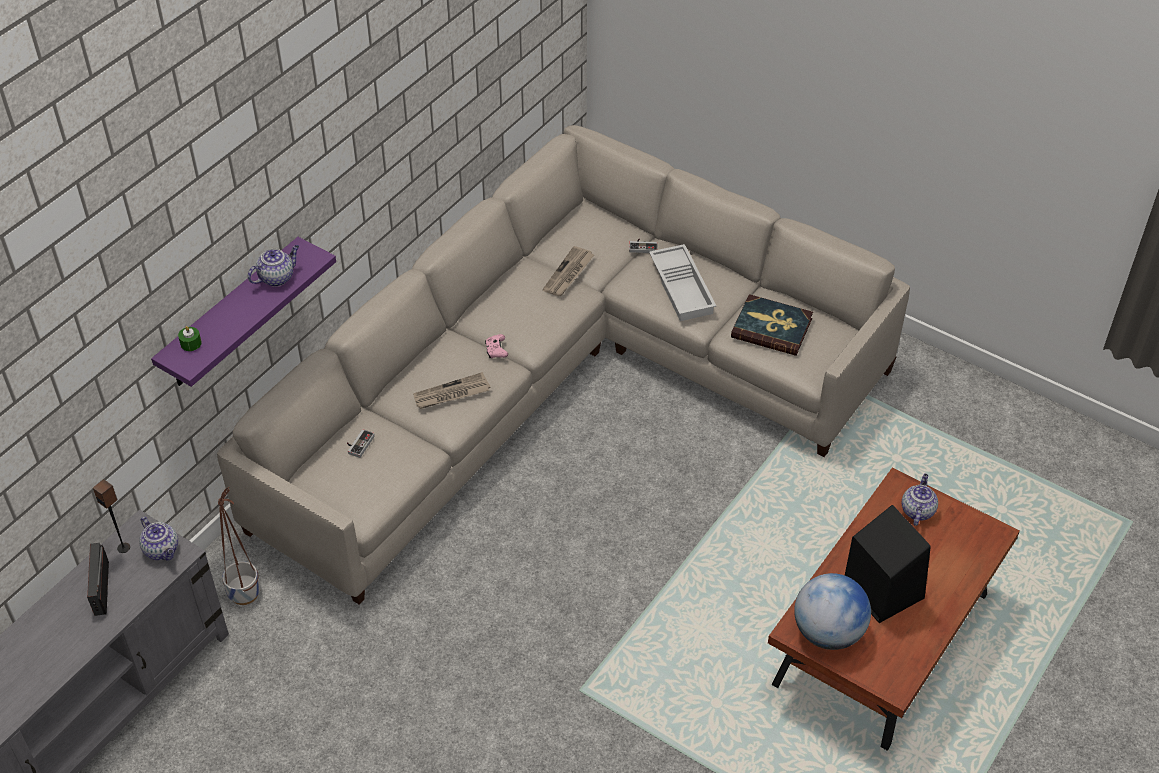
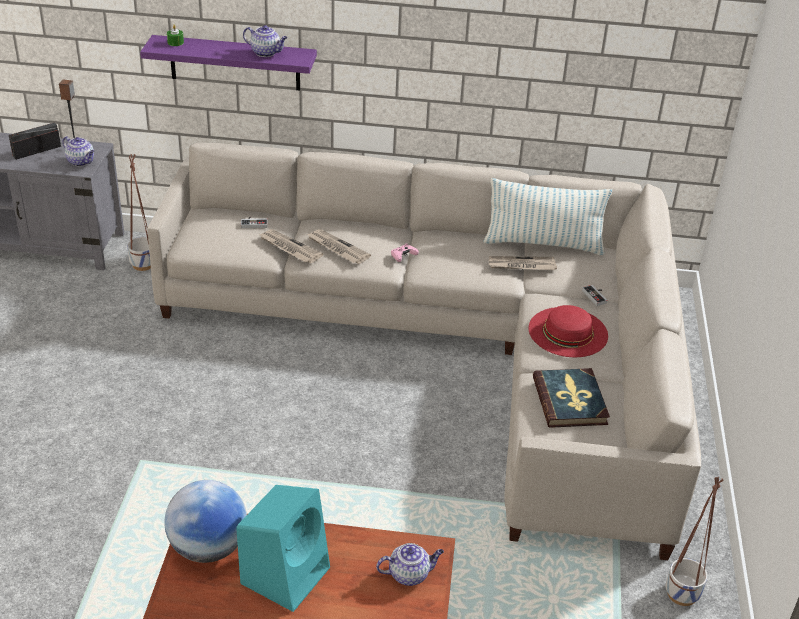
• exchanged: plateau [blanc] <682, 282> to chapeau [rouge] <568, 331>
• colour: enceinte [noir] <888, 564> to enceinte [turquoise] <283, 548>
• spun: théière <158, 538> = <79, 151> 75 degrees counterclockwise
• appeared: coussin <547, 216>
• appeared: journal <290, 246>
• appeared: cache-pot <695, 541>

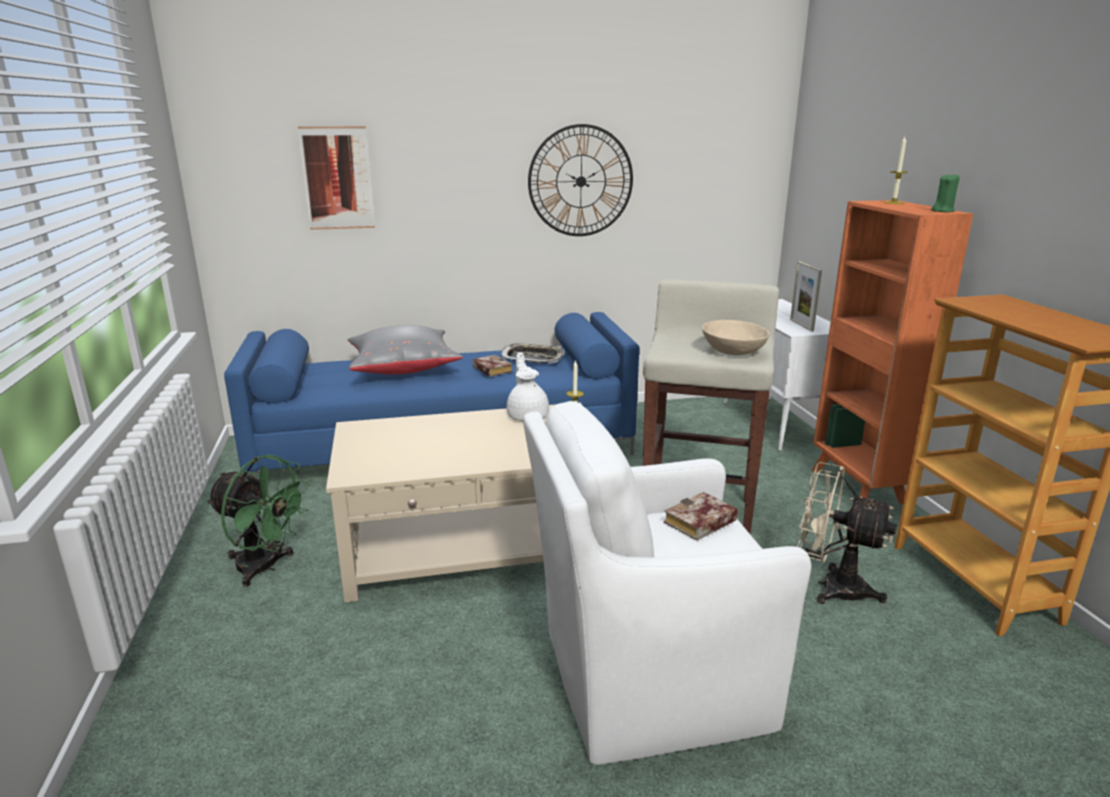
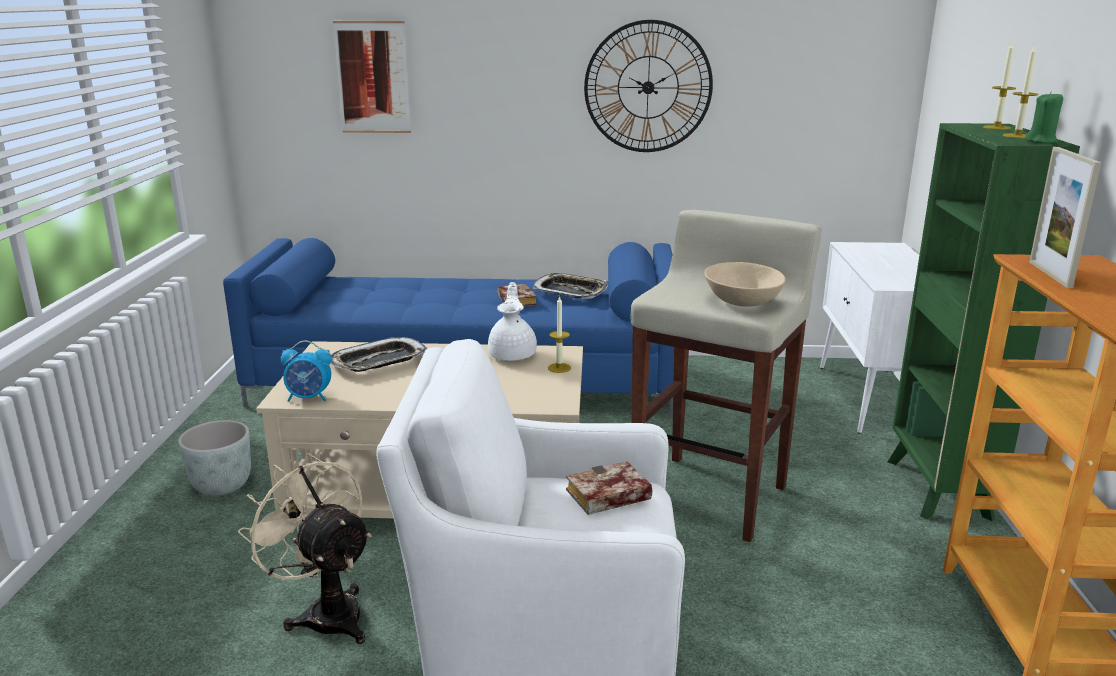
• colour: bibliothèque [orange] <892, 352> to bibliothèque [vert] <983, 322>
• relocated: cadre photo <806, 296> to <1065, 217>
• missing: coussin [gris] <405, 349>
• exchanged: ventilateur [vert] <258, 521> to cache-pot [gris] <214, 458>
• relocated: ventilateur [beige] <847, 533> to <305, 548>
• appeared: bougie <1021, 91>
• appeared: plateau <379, 354>
• appeared: réveil <306, 371>

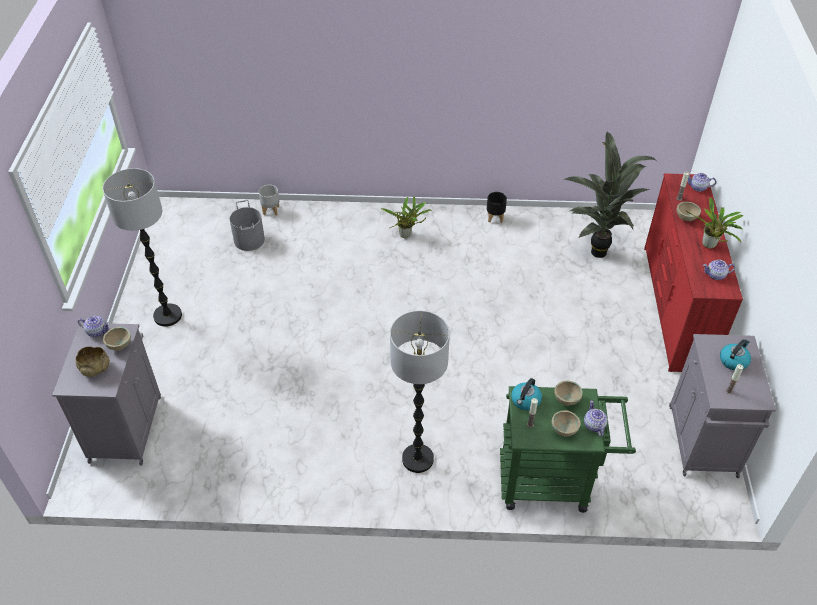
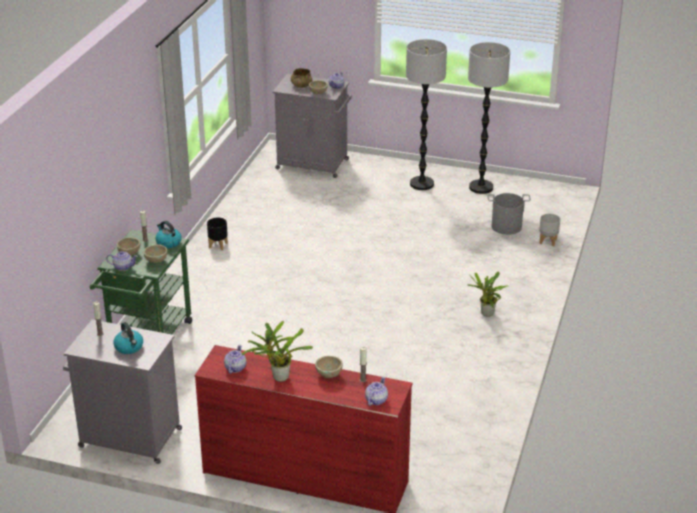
• missing: plante en pot <610, 195>
• relocated: cache-pot [noir] <497, 207> to <217, 233>
• relocated: lampadaire <420, 392> to <489, 118>

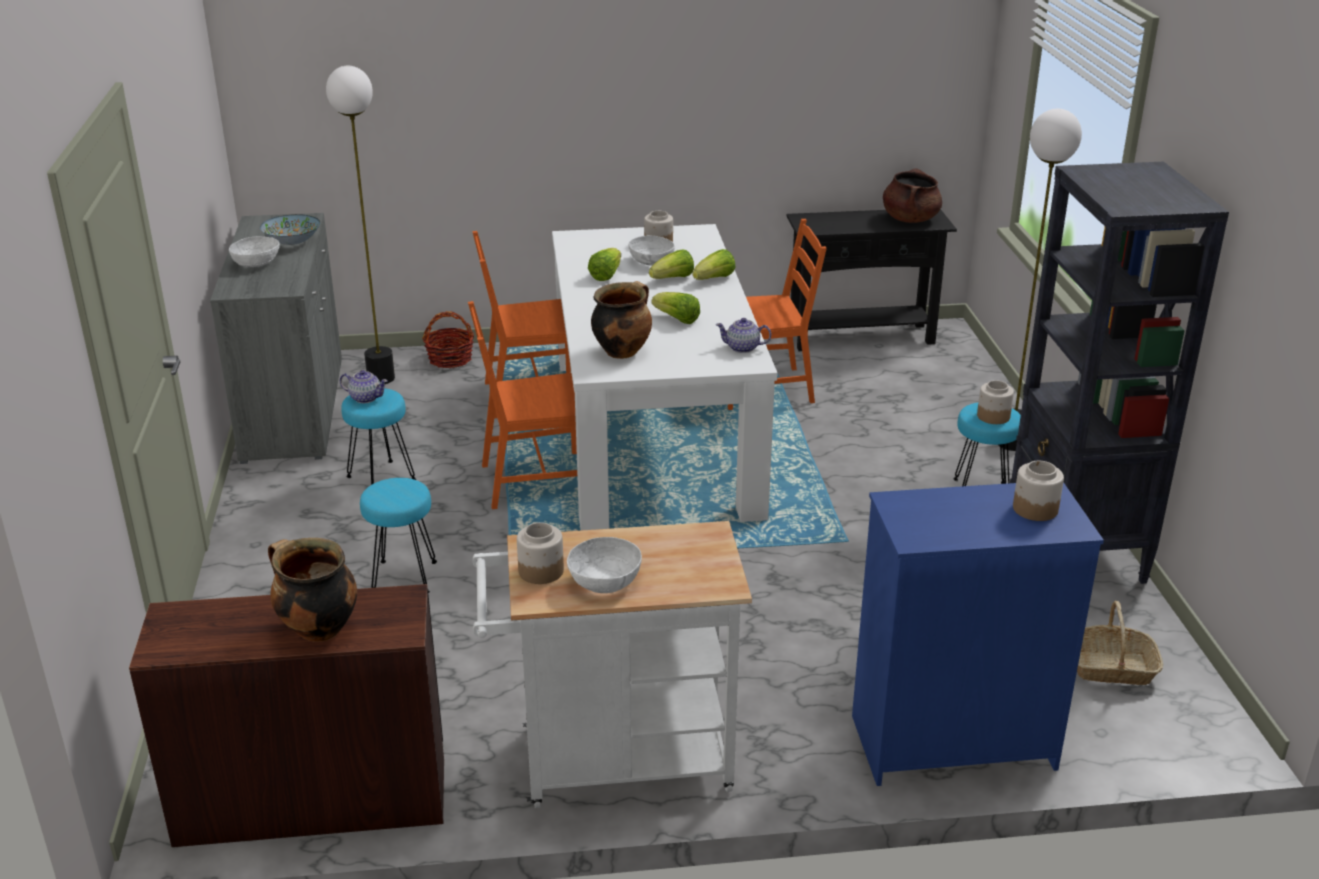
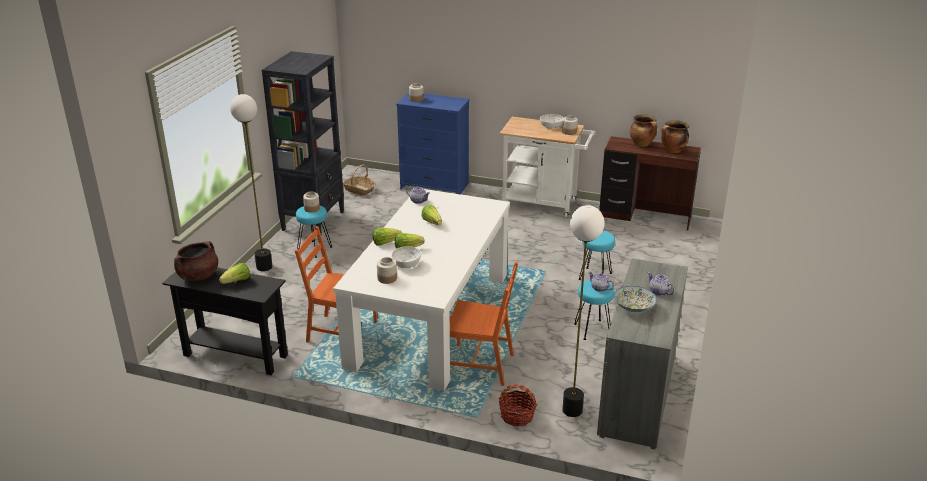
• exchanged: bol [blanc] <254, 251> to théière <661, 284>
• relocated: laitue <604, 264> to <234, 273>
• relocated: marmite <621, 320> to <675, 136>
• missing: chaise [orange] <522, 405>

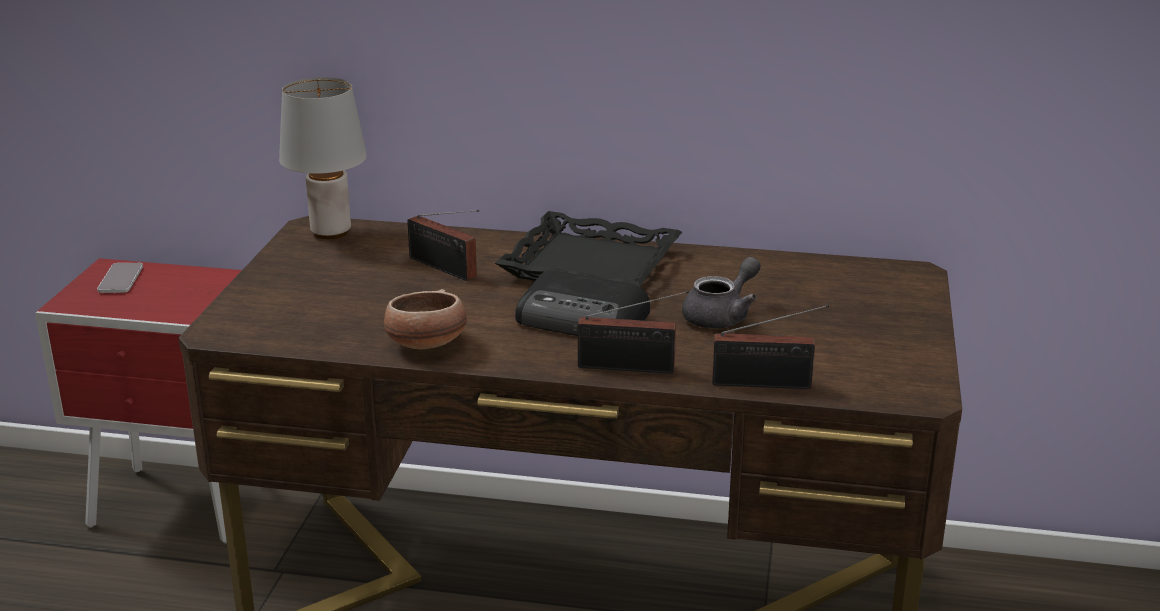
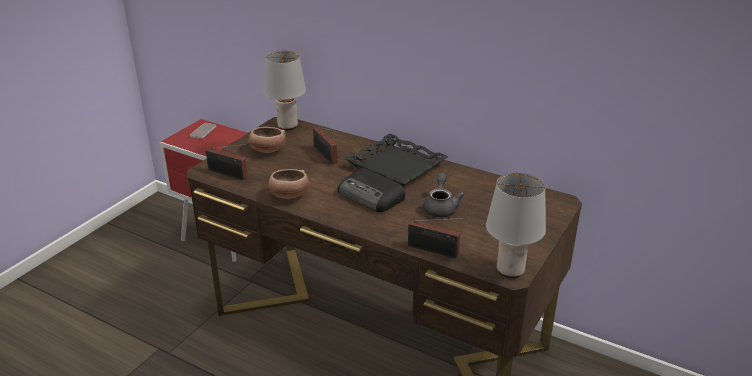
• spun: théière [gris] <721, 293> = <444, 195> 60 degrees counterclockwise
• relocated: radio <633, 332> to <227, 162>
• appeared: bol <267, 140>
• appeared: lampe de table [gris] <516, 225>

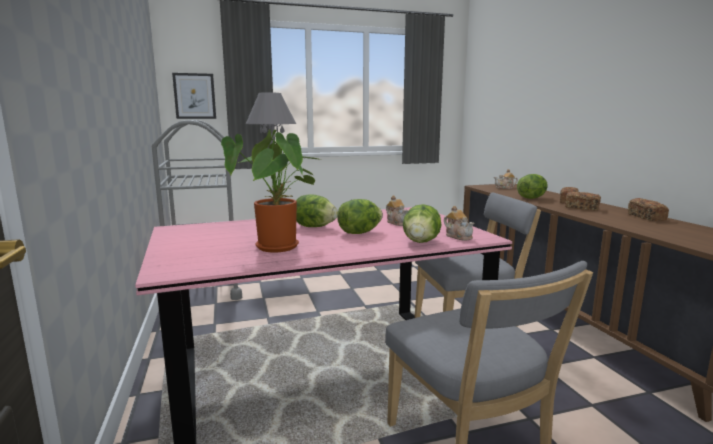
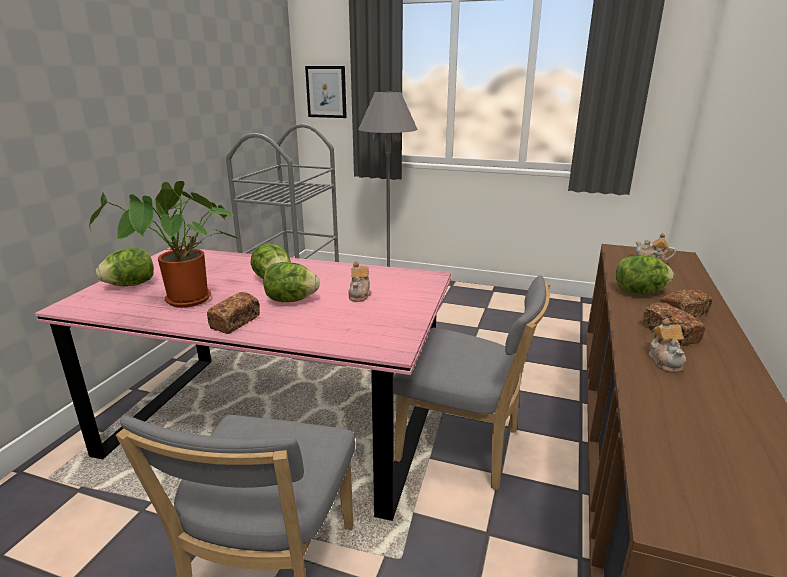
• relocated: pain <648, 209> to <233, 313>
• relocated: laitue <422, 223> to <125, 267>
• relocated: théière <459, 223> to <667, 345>

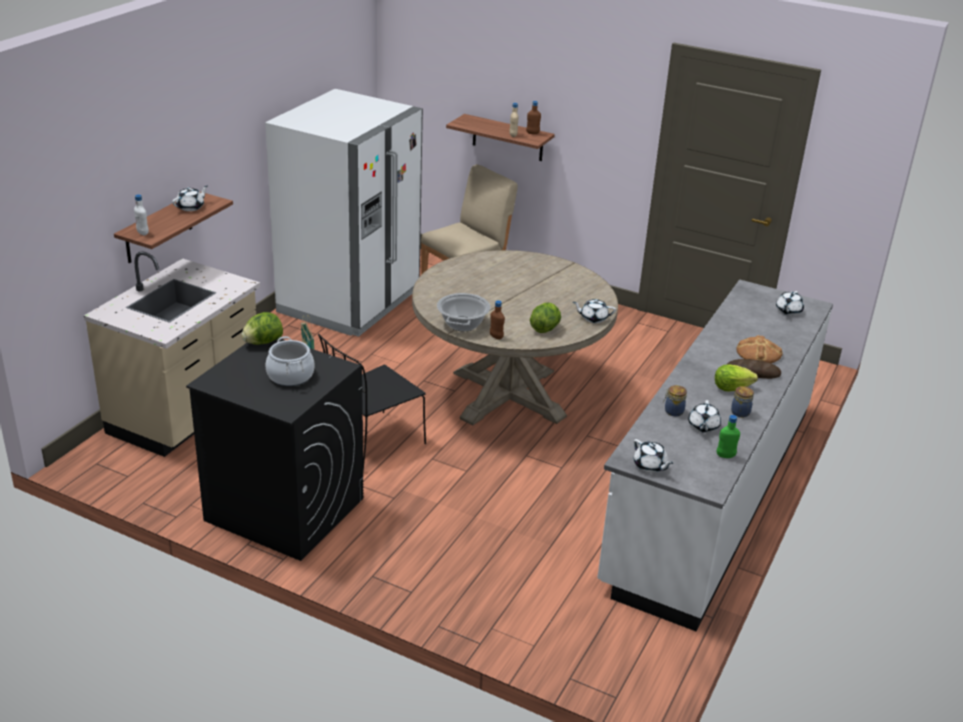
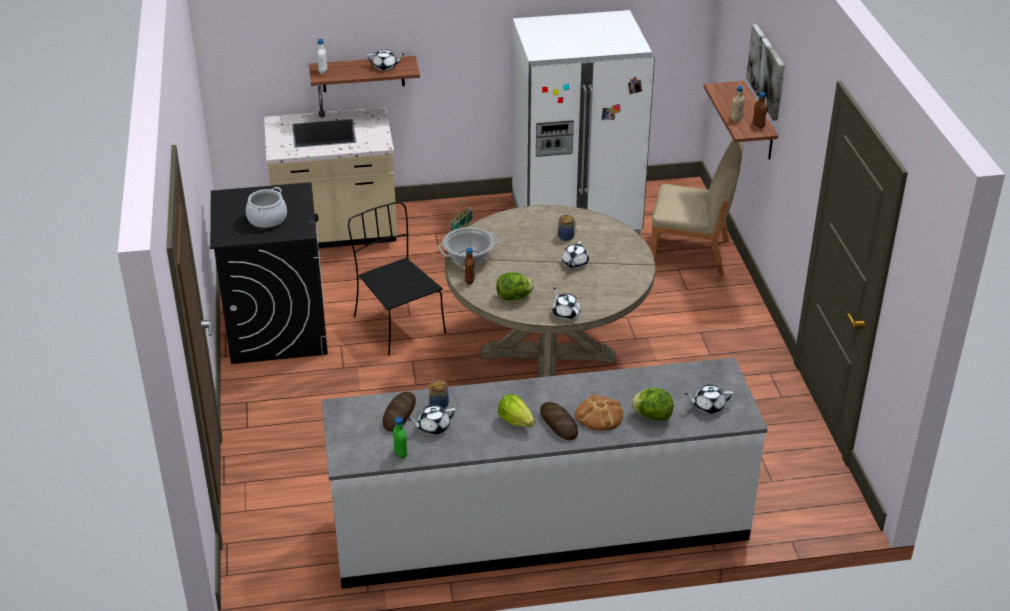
• relocated: laitue <262, 328> to <652, 404>
• spun: chaise [noir] <372, 402> = <397, 279> 45 degrees clockwise
• relocated: bocal <742, 401> to <567, 228>
• relocated: théière [blanc] <653, 456> to <575, 254>
• appeared: tableau <765, 72>
• appeared: pain <399, 412>

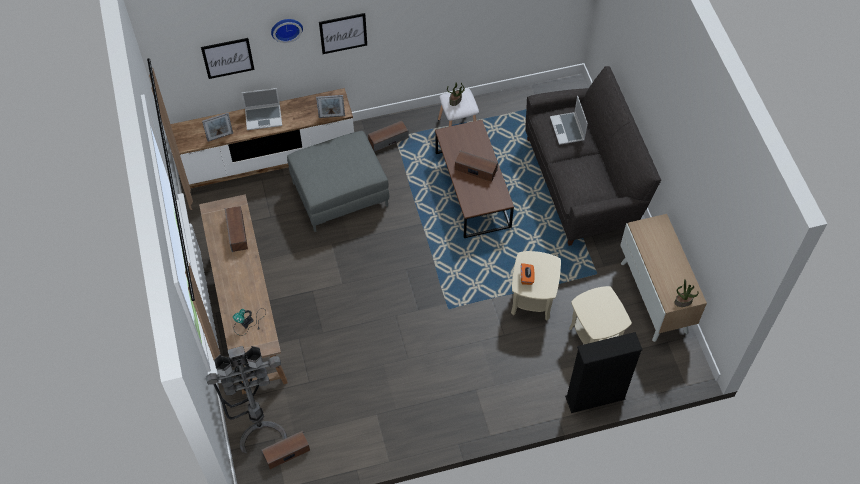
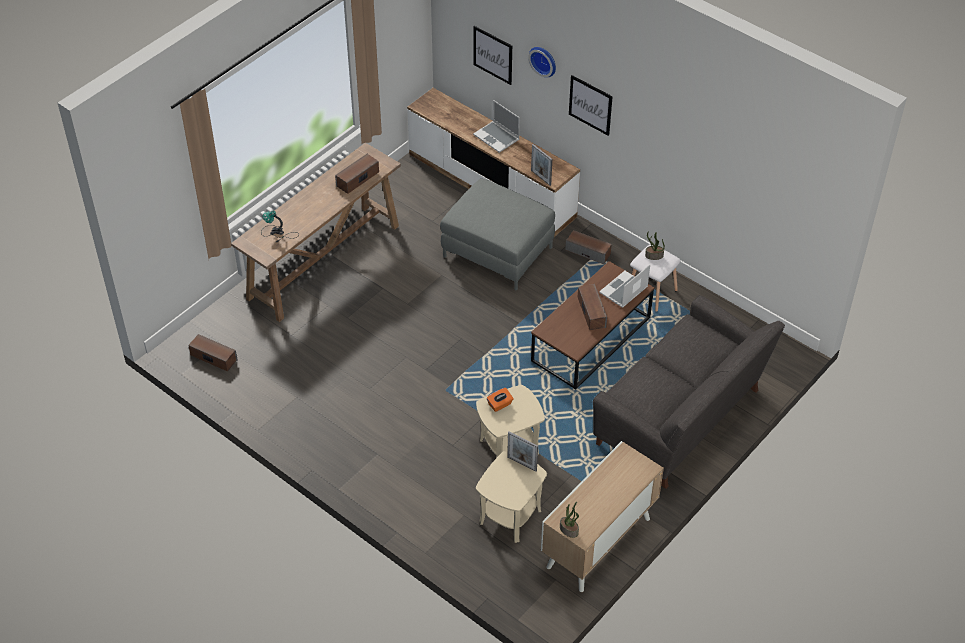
• relocated: ordinateur portable <569, 120> to <624, 286>
• relocated: cadre photo <217, 127> to <522, 452>
• missing: bibliothèque [noir] <604, 372>
• missing: lampadaire [gris] <246, 399>

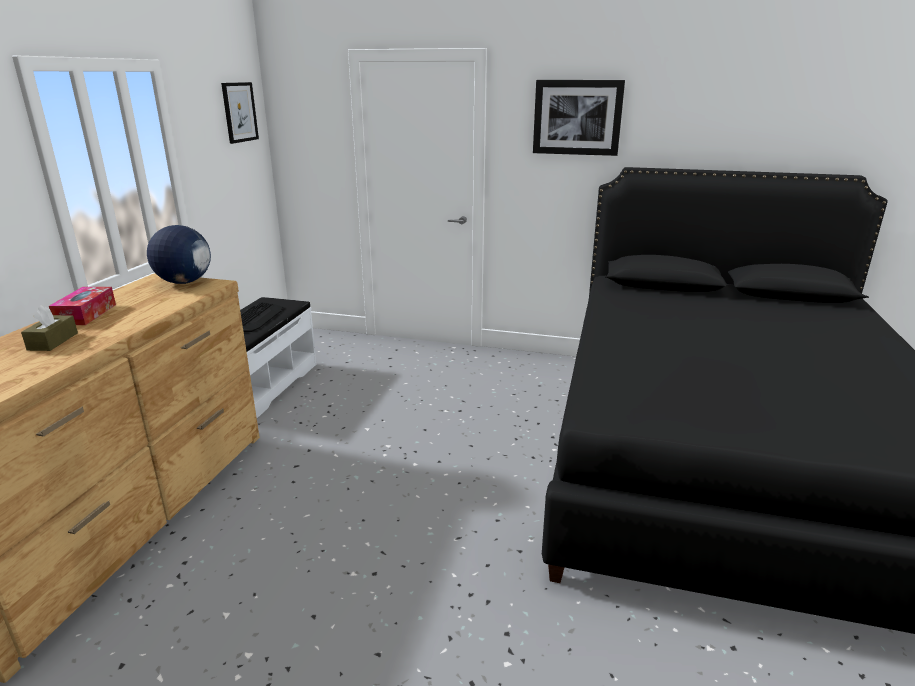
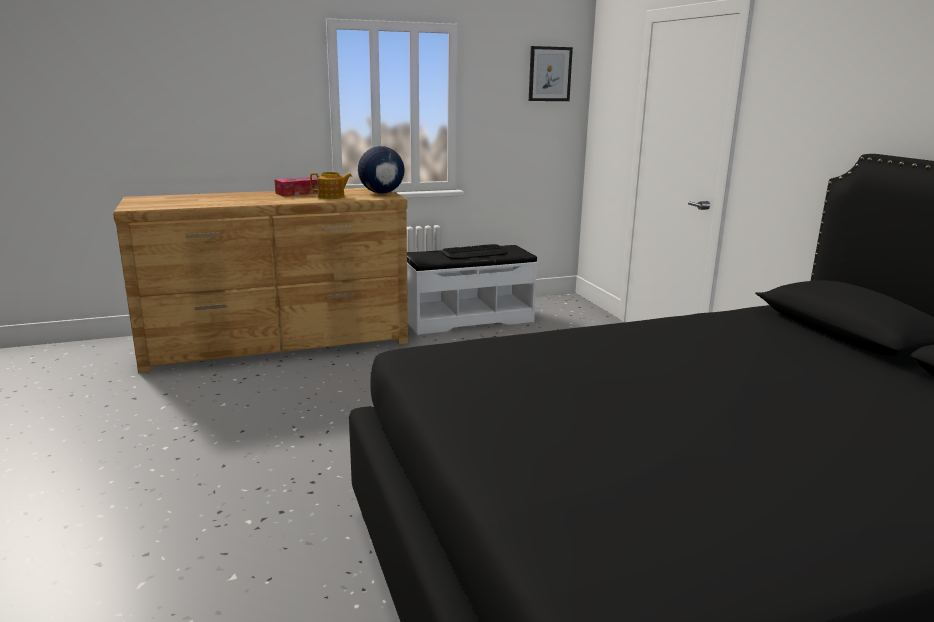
• missing: tableau <579, 118>
• missing: boîte à mouchoirs [marron] <49, 328>
• appeared: théière <331, 185>

